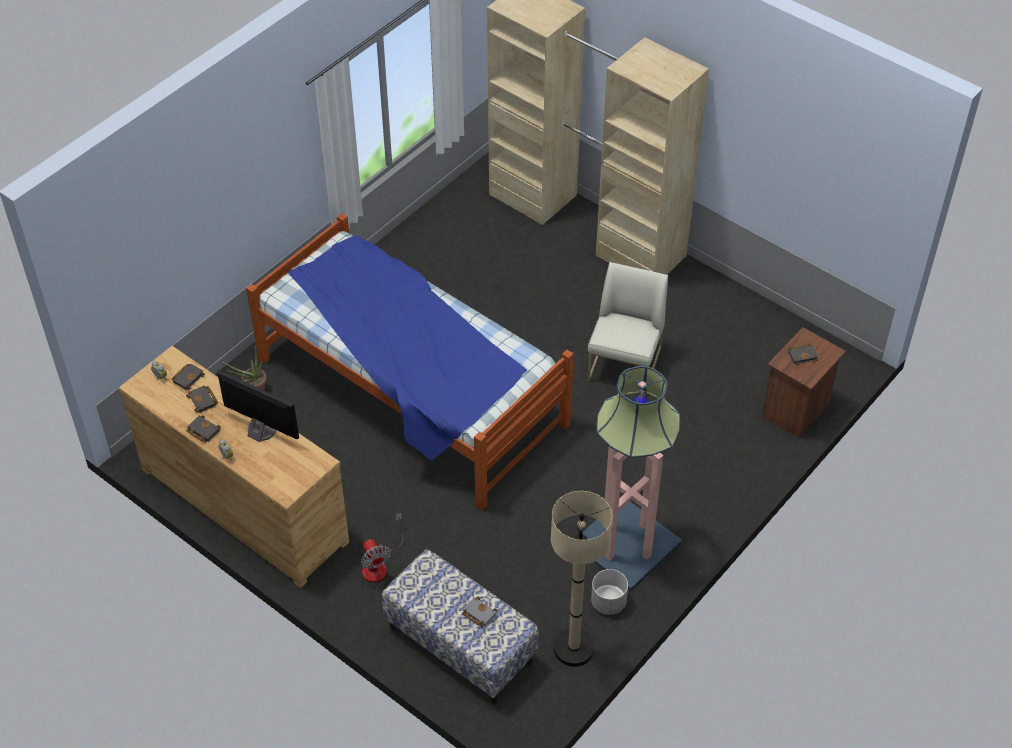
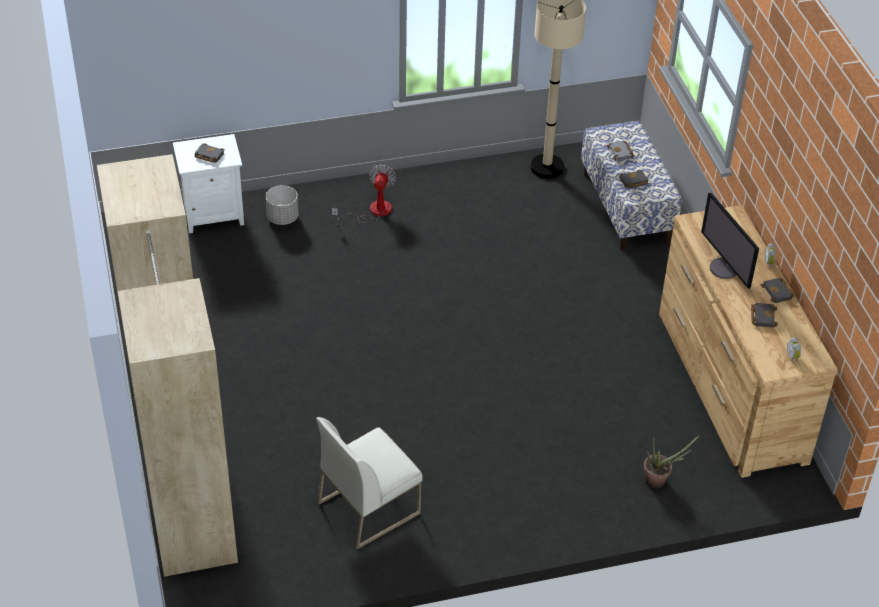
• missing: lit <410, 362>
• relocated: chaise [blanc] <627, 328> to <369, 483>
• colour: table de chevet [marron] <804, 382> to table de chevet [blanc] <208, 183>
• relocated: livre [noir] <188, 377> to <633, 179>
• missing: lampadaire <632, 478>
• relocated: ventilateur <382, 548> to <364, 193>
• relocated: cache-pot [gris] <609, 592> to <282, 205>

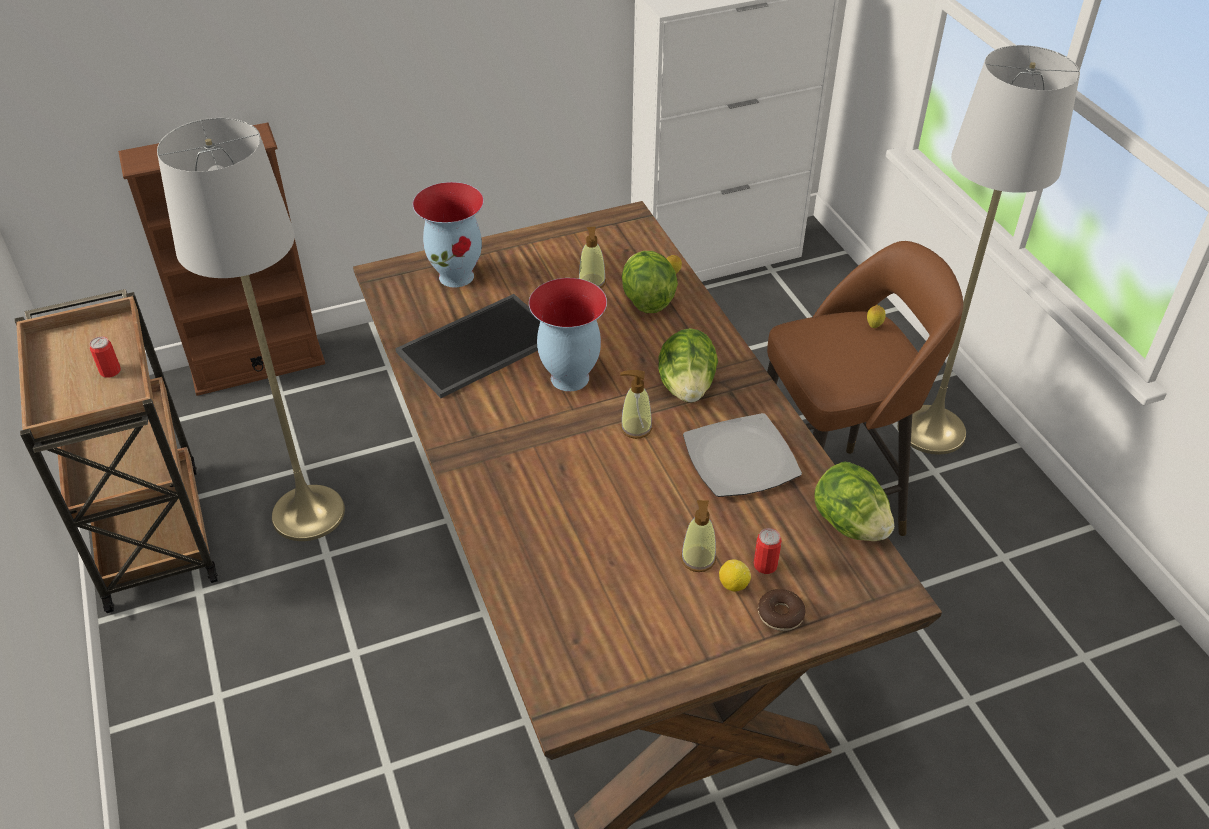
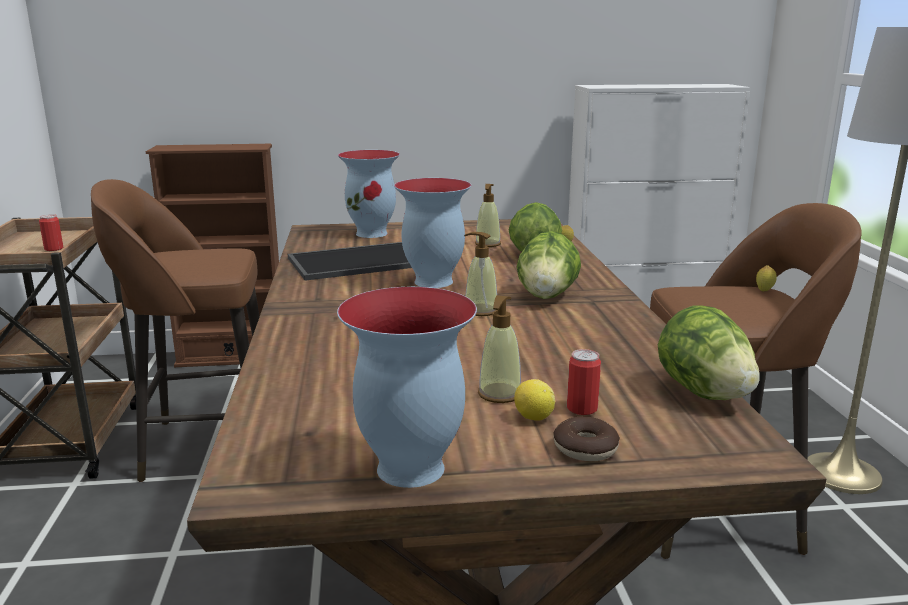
• exchanged: lampadaire [gris] <251, 329> to tabouret [marron] <175, 330>
• missing: assiette <742, 455>
• appeared: vase <407, 387>

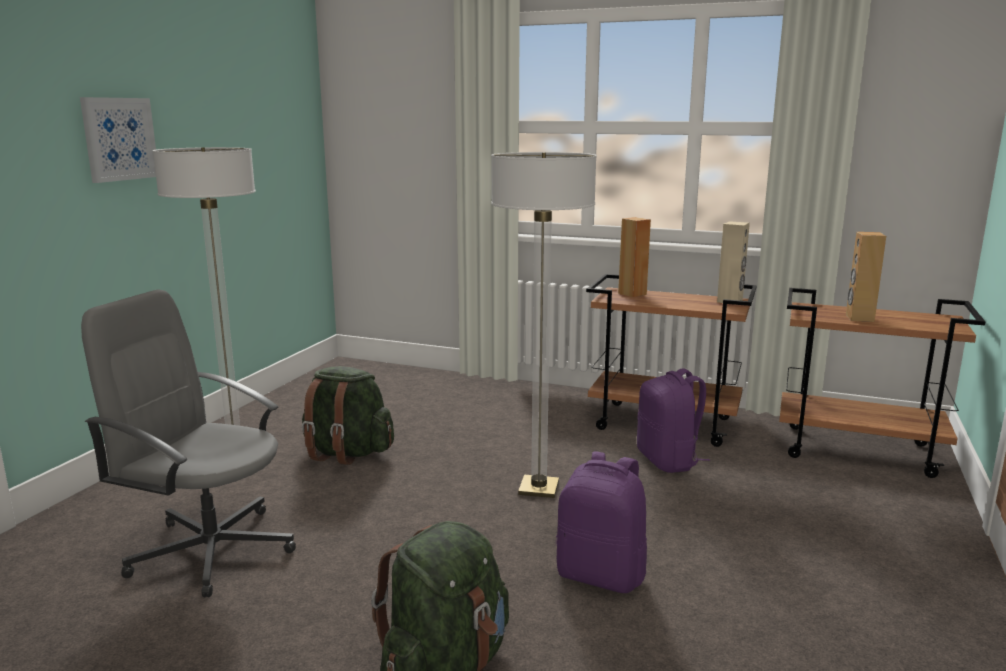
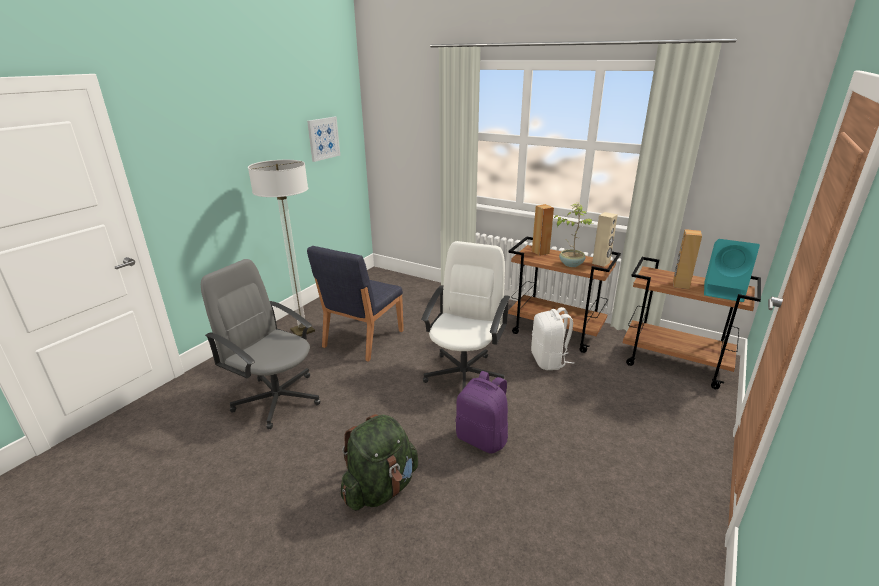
• relocated: tableau <118, 140> to <323, 139>
• exchanged: lampadaire <544, 325> to chaise de bureau [blanc] <465, 315>
• exchanged: sac à dos [vert] <348, 415> to chaise [bleu] <355, 304>
• colour: sac à dos [violet] <673, 420> to sac à dos [blanc] <552, 338>
• appeared: plante en pot <573, 235>
• appeared: enceinte [turquoise] <732, 270>

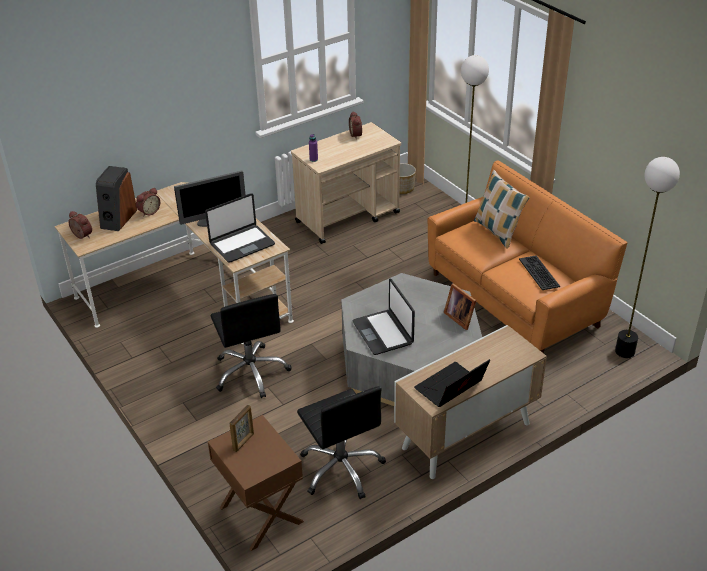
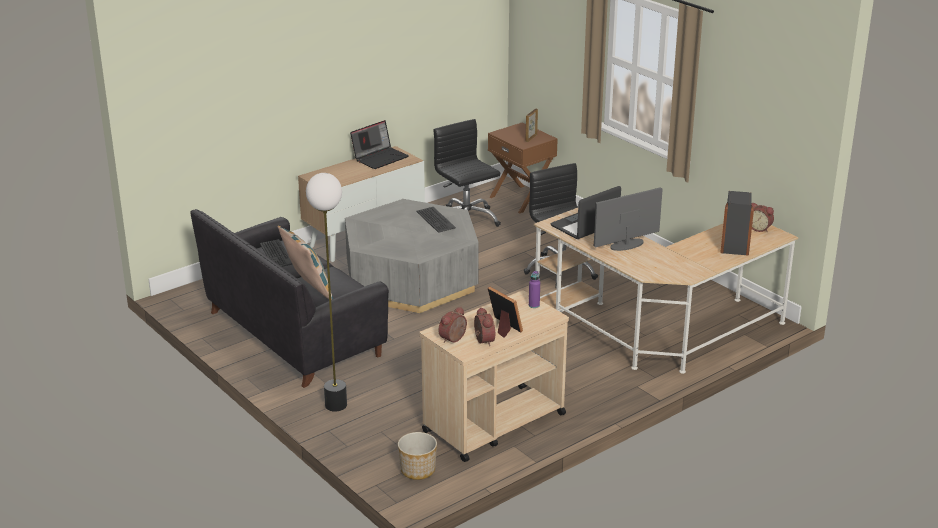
• missing: lampadaire <647, 257>
• colour: canapé [orange] <527, 256> to canapé [noir] <289, 298>
• relocated: réveil <148, 202> to <452, 325>
• exchanged: ordinateur portable <383, 317> to clavier <436, 220>
• relocated: cadre photo <460, 307> to <505, 312>

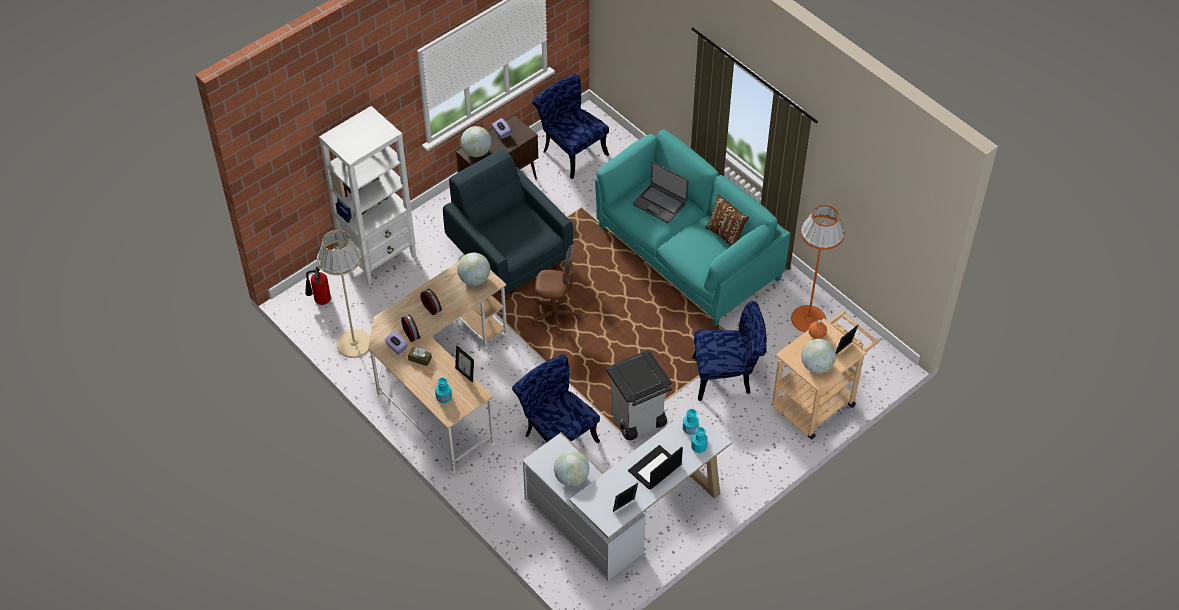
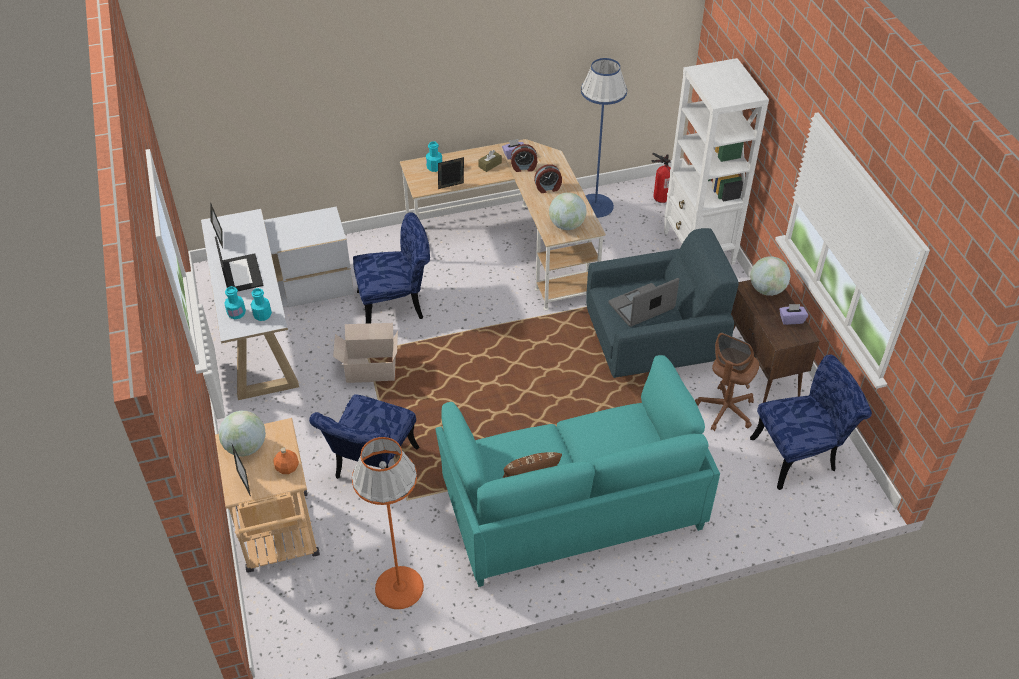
• relocated: ordinateur portable <661, 192> to <643, 302>
• colour: lampadaire [beige] <343, 294> to lampadaire [bleu] <604, 138>
• relocated: chaise de bureau [marron] <556, 290> to <727, 382>
• exchanged: poubelle [gris] <639, 395> to carton <365, 353>
• missing: globe <571, 468>

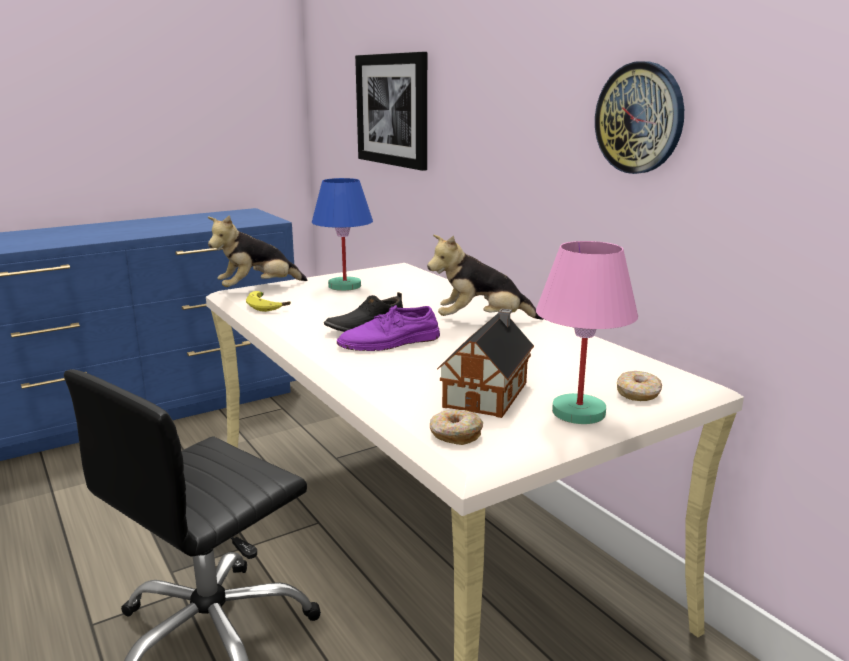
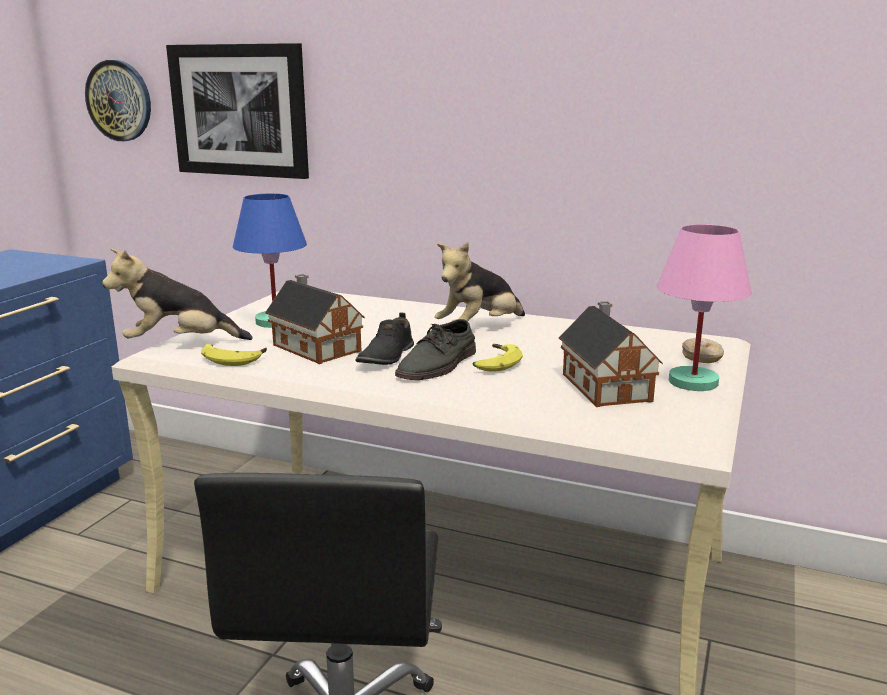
• relocated: horloge murale <639, 117> to <118, 100>
• spun: peluche <257, 251> = <177, 294> 60 degrees clockwise
• colour: chaussure [violet] <388, 328> to chaussure [gris] <435, 349>
• missing: beignet <456, 427>
• appeared: maison miniature <315, 319>
• appeared: banane <498, 358>

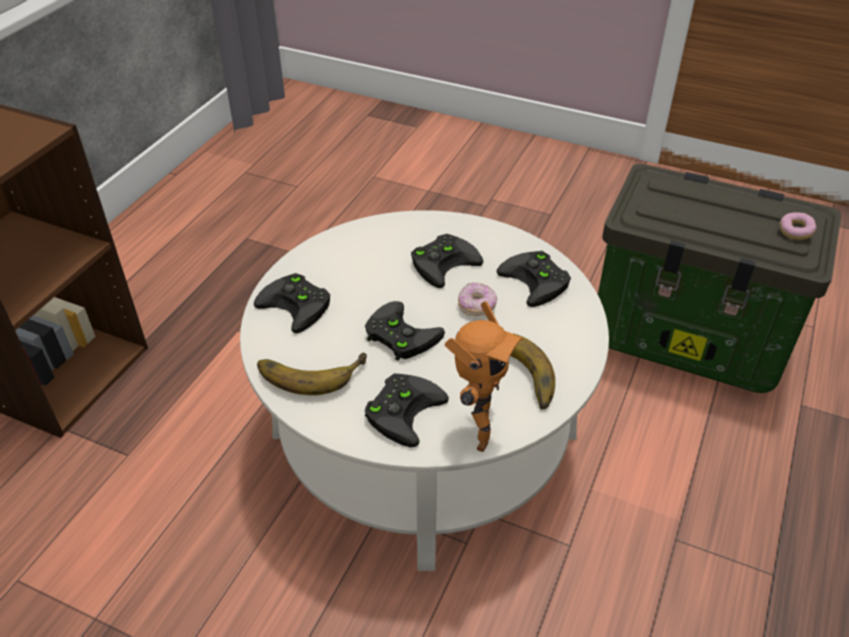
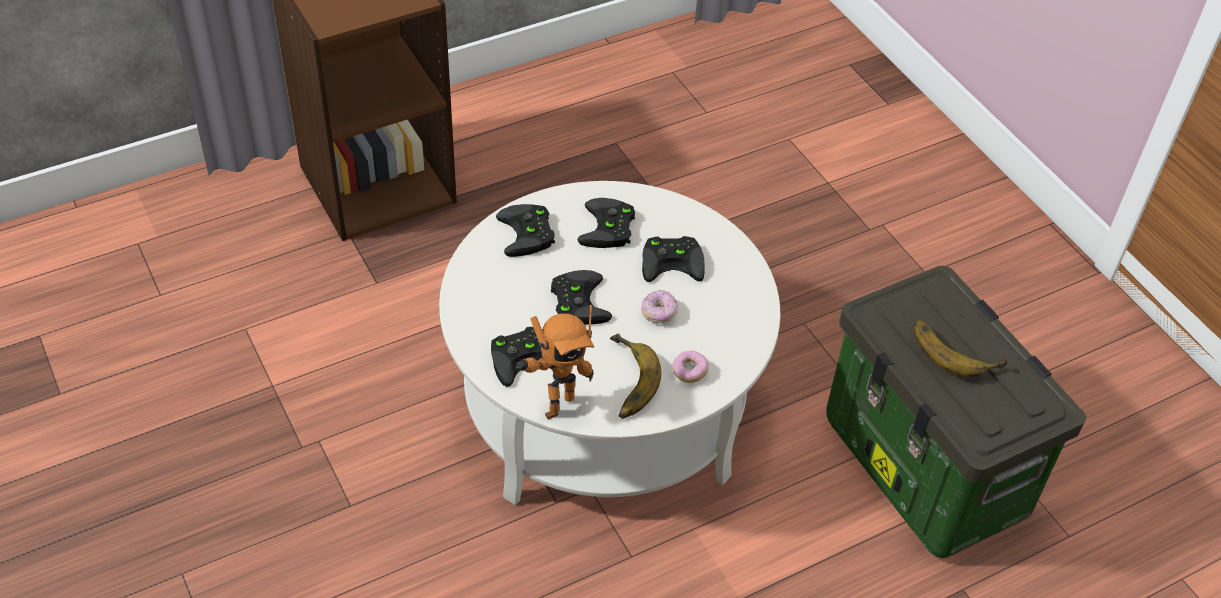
• relocated: beignet <798, 226> to <690, 366>
• relocated: manette [noir] <534, 279> to <606, 223>
• relocated: banane <312, 373> to <961, 349>

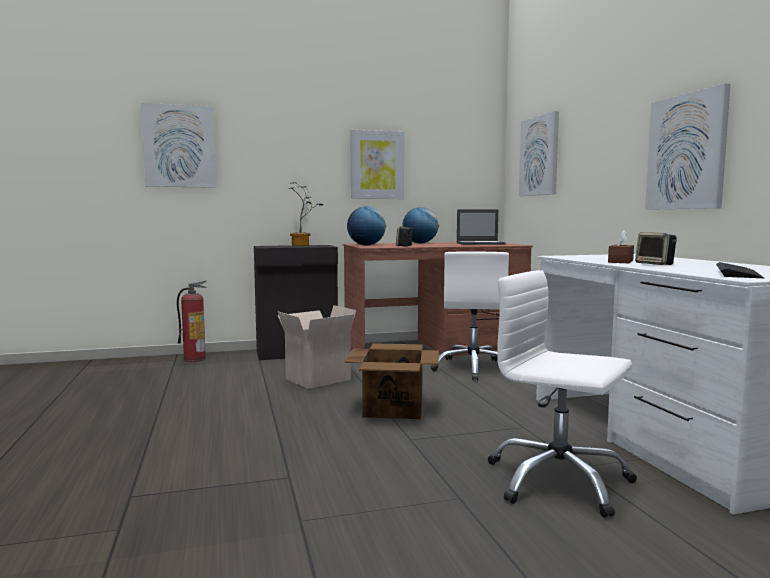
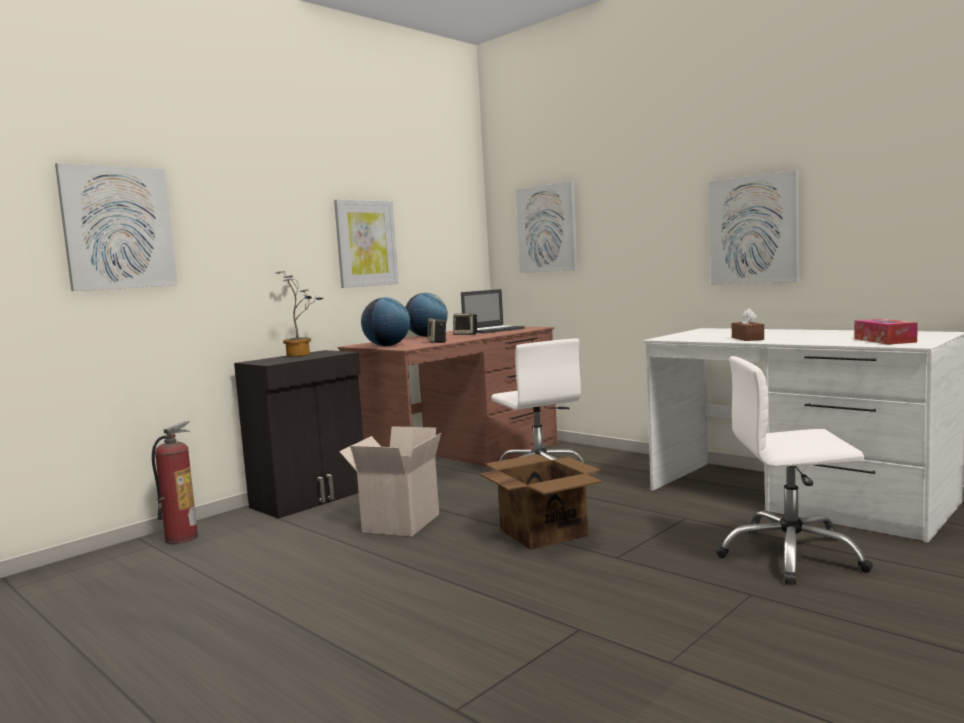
• relocated: enceinte <656, 248> to <465, 324>
• exchanged: clavier <740, 270> to boîte à mouchoirs <886, 332>

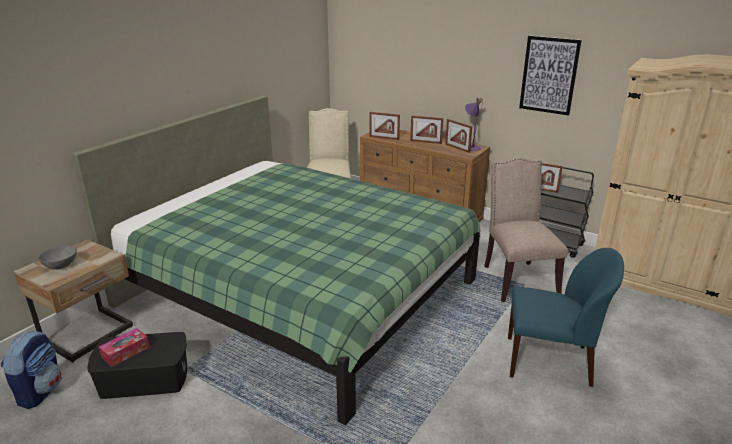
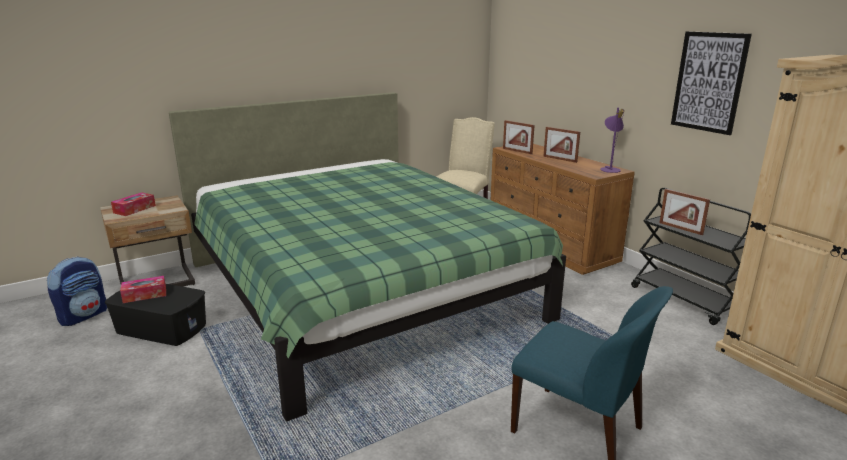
• missing: cadre photo <458, 136>
• missing: chaise [beige] <526, 229>
• exchanged: bol [gris] <58, 257> to boîte à mouchoirs <133, 204>

